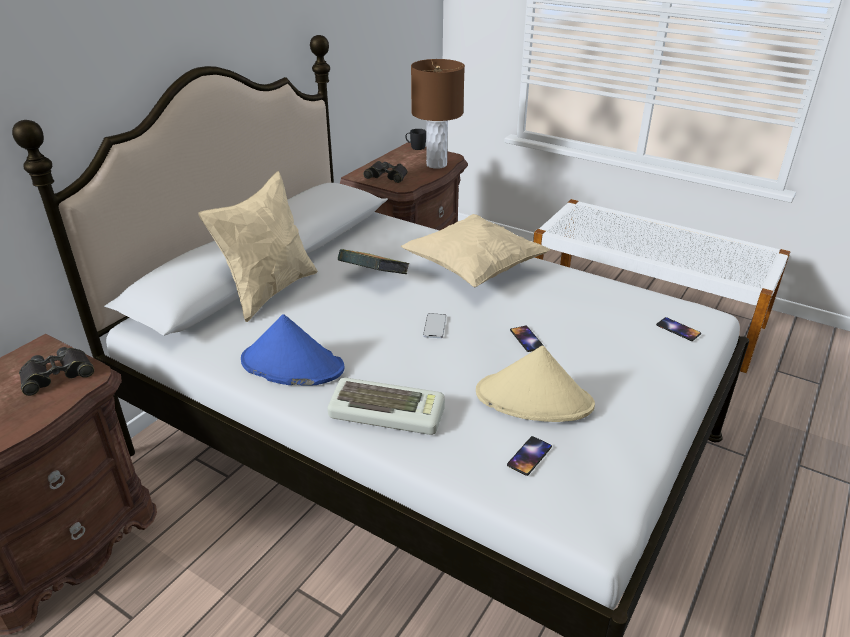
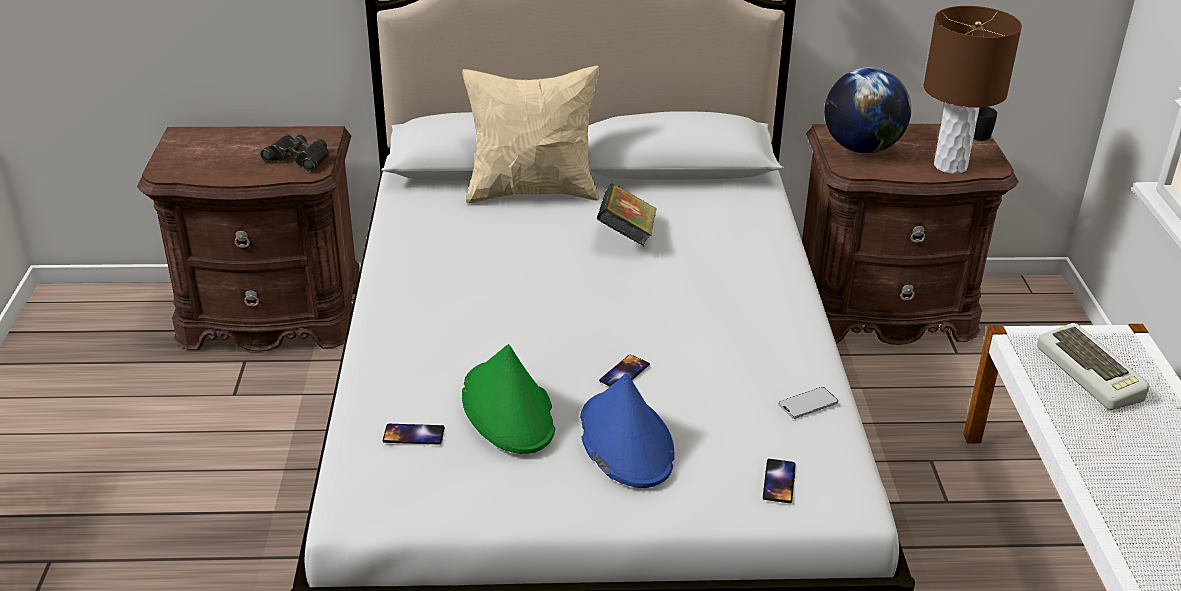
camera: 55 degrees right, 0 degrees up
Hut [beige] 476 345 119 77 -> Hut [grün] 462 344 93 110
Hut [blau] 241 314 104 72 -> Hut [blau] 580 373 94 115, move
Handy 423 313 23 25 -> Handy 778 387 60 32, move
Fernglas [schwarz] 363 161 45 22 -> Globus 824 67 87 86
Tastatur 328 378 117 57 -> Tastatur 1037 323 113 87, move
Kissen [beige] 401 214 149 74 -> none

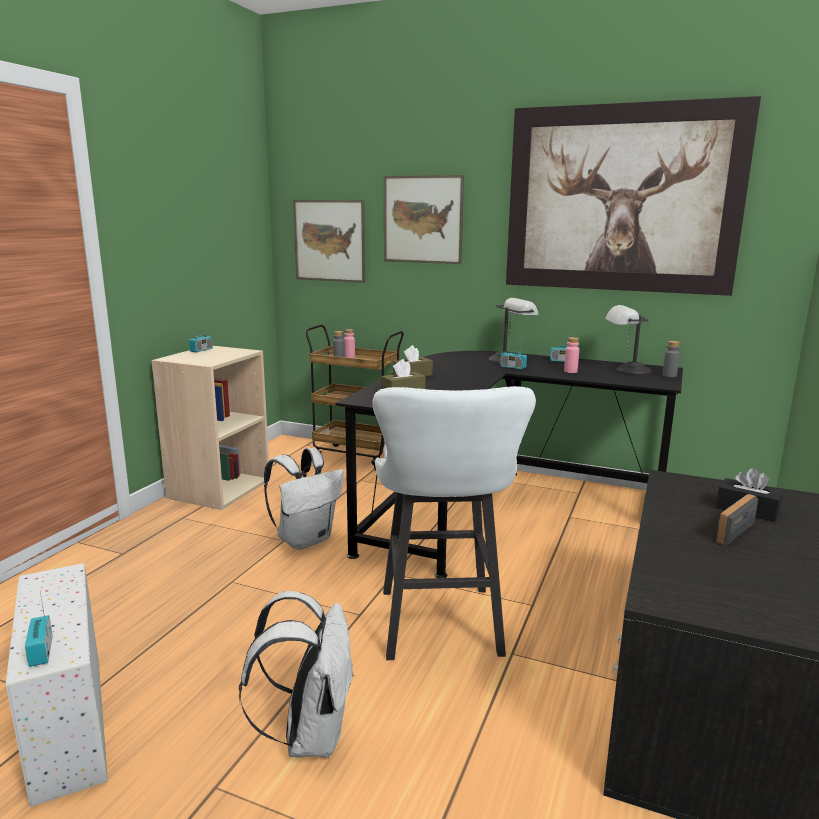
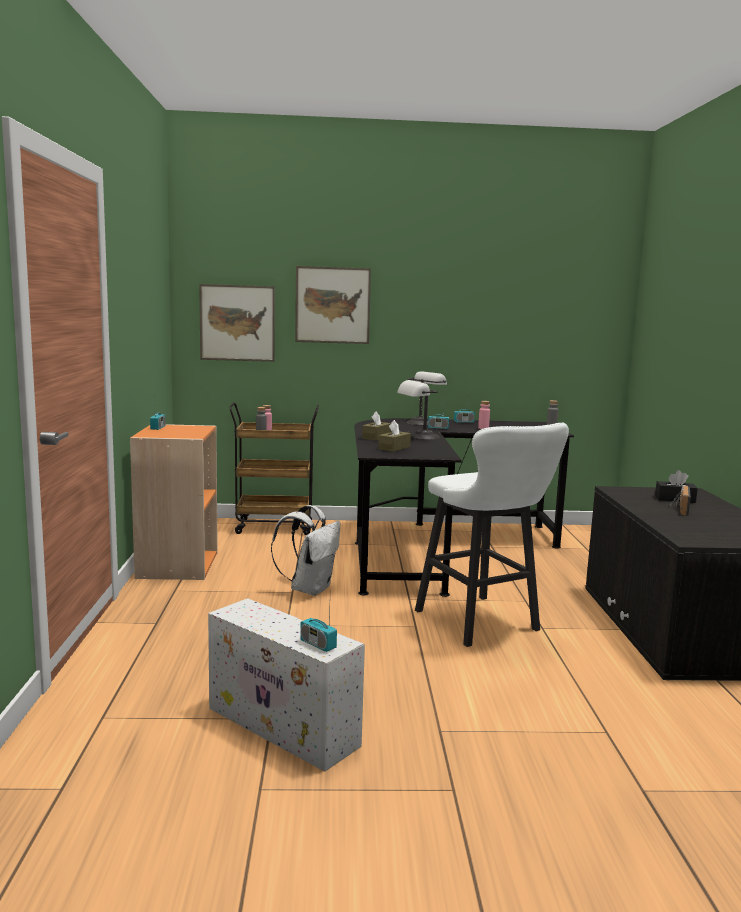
camera: 25 degrees left, 5 degrees down
Bücherregal [beige] 152 346 118 164 -> Bücherregal [orange] 130 424 88 156
Tischlampe 605 305 46 69 -> Tischlampe 397 380 42 60, move
Rucksack [weiß] 239 591 116 166 -> none
Bild 506 96 255 200 -> none

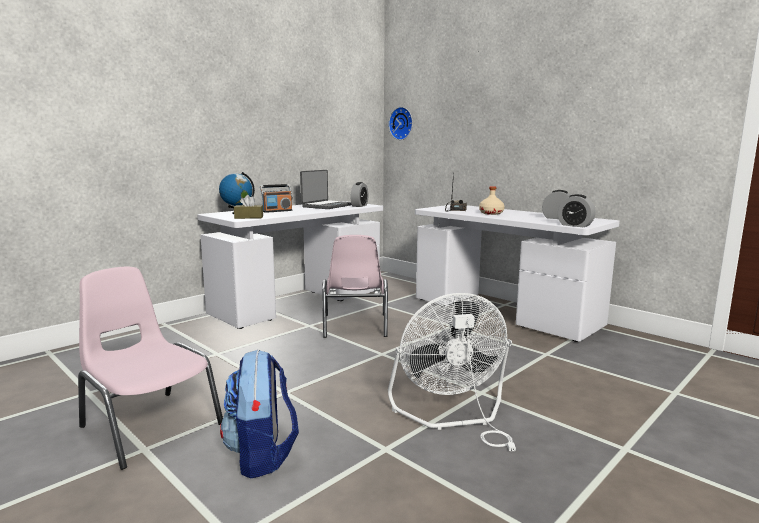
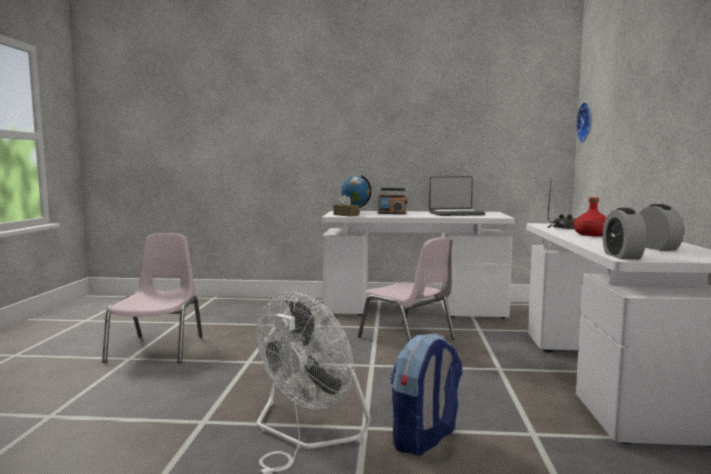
camera: 50 degrees right, 5 degrees down
Stuhl [rosa] 322 235 66 103 -> Stuhl [rosa] 358 237 98 105, 90 degrees counterclockwise
Rucksack 220 349 79 130 -> Rucksack 390 333 73 122, move
Flasche [beige] 479 186 26 29 -> Flasche [rot] 574 197 32 39
Wecker 351 182 17 25 -> none

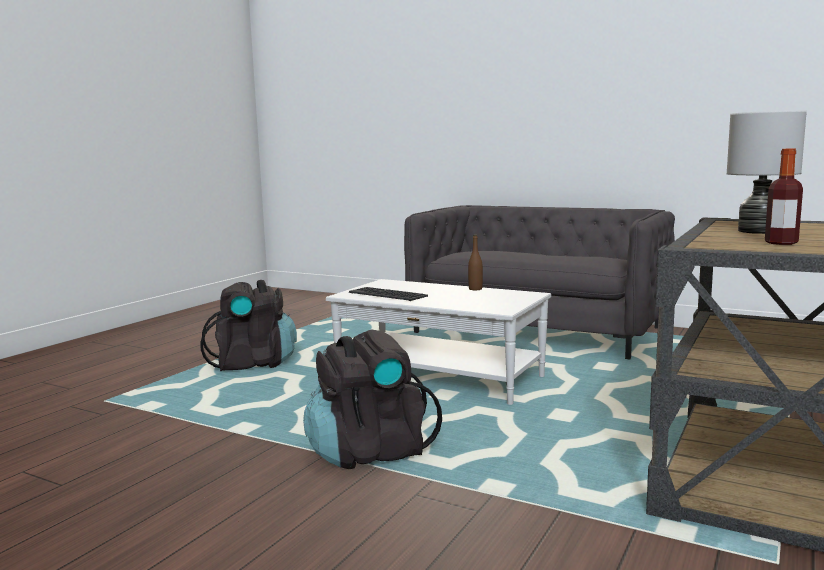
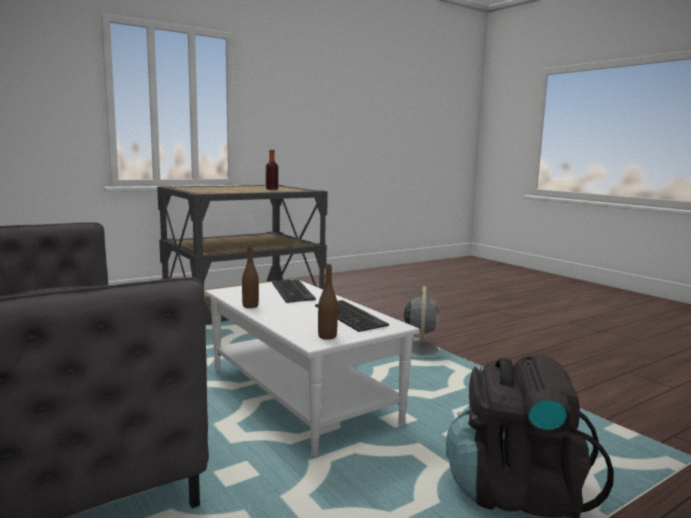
camera: 155 degrees left, 0 degrees up
none -> Tastatur 272 279 44 24
none -> Flasche [braun] 318 264 20 76
Rucksack [schwarz] 303 329 139 140 -> Ventilator [grau] 404 286 44 73
Tischlampe [grau] 727 110 80 124 -> none

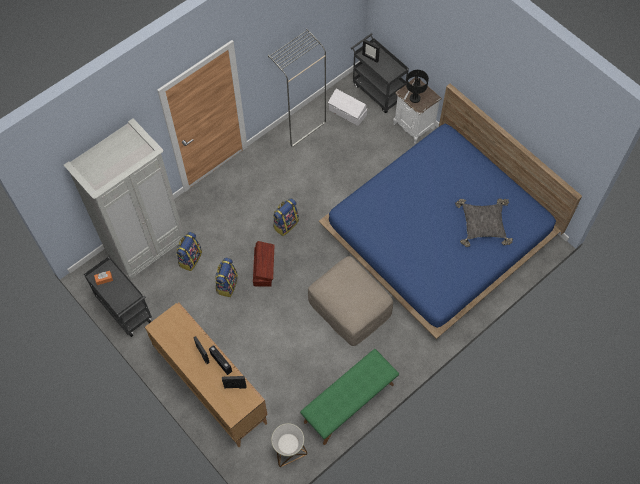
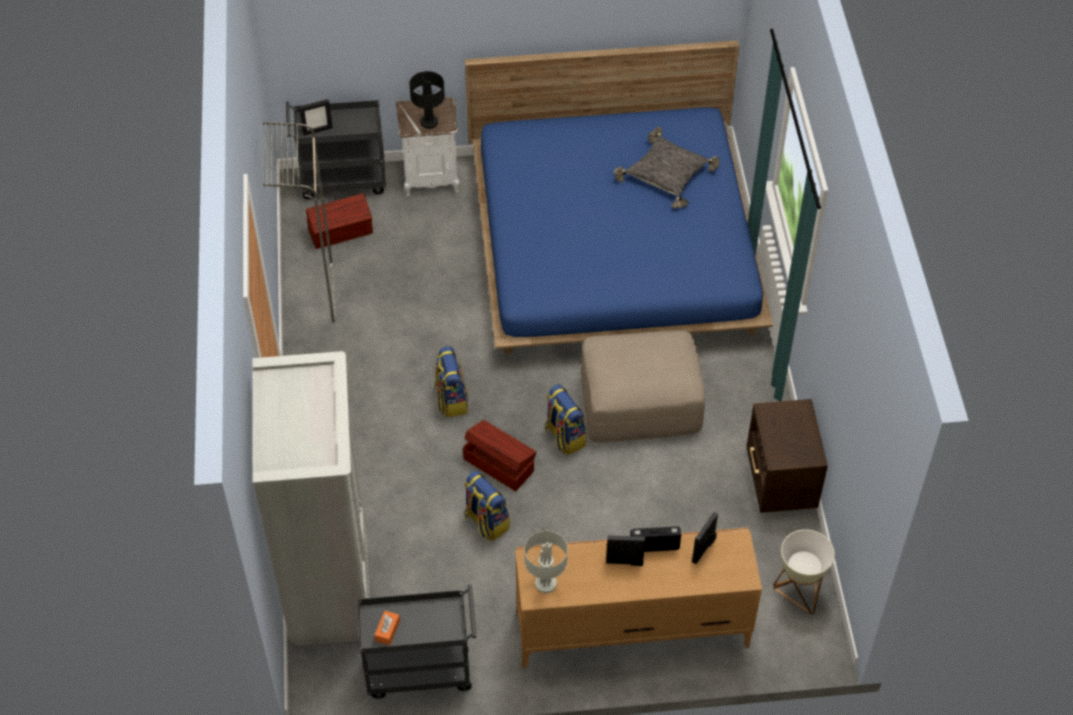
camera: 55 degrees left, 10 degrees down
Aufbewahrungsbox [weiß] 328 89 39 37 -> Aufbewahrungsbox [braun] 306 193 67 56
none -> Tischlampe [grau] 524 531 44 62
Rucksack 176 232 26 39 -> Rucksack 544 384 42 71, move
Bank [grün] 300 349 99 96 -> Nachttisch [braun] 746 399 82 114

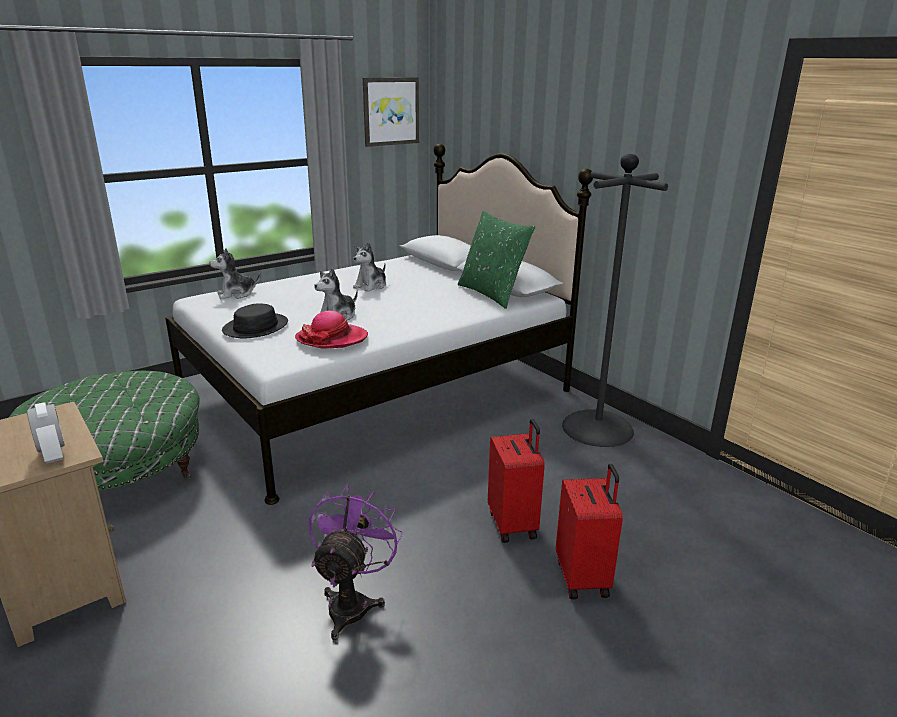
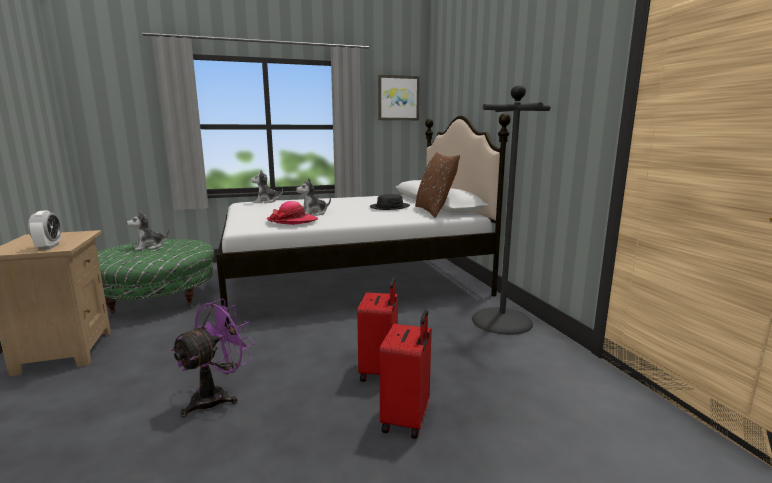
camera: 20 degrees right, 10 degrees down
Plüschtier 353 242 33 50 -> Plüschtier 126 210 43 41, move
Hut [schwarz] 222 303 66 35 -> Hut [schwarz] 370 194 40 16, move
Kissen [grün] 458 211 77 98 -> Kissen [braun] 415 152 45 66

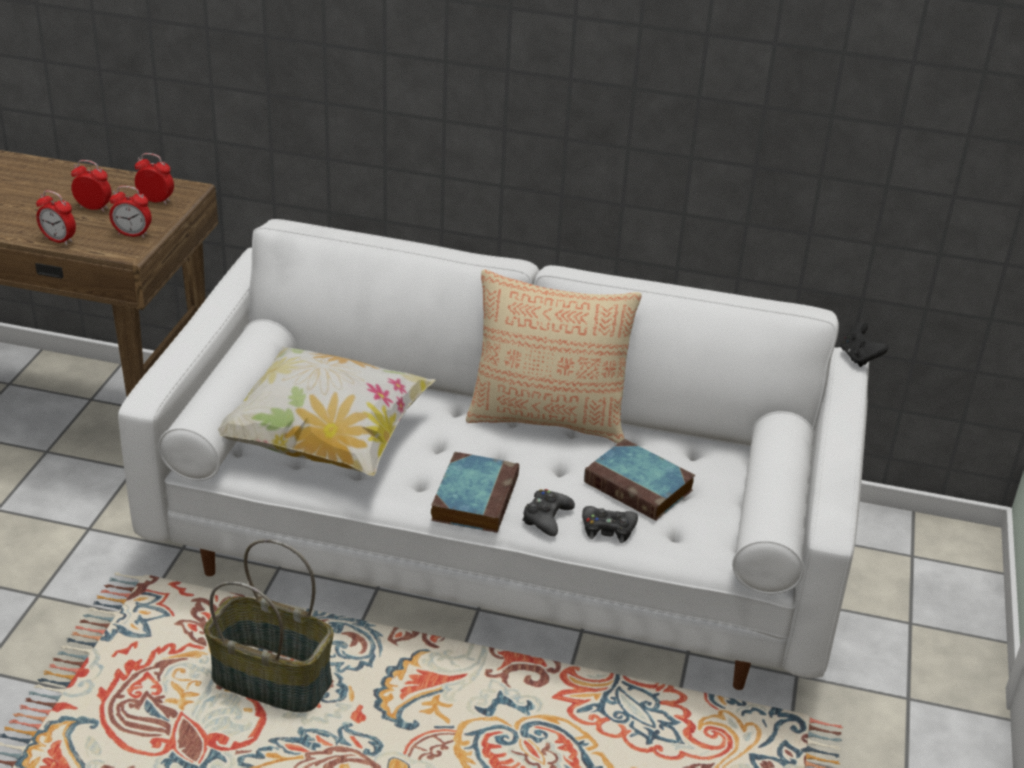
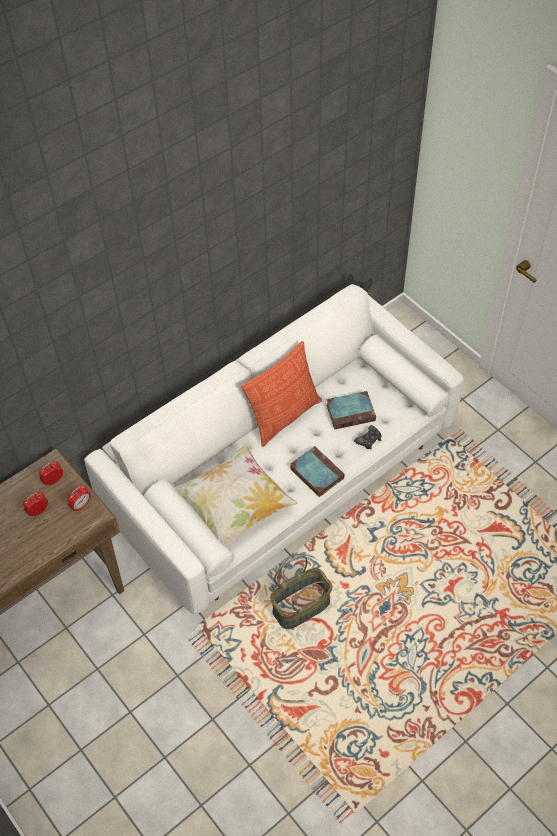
camera: 50 degrees left, 20 degrees up
Kissen [beige] 466 270 176 174 -> Kissen [orange] 241 341 81 106
Wecker 36 190 40 55 -> none
Gamepad [schwarz] 522 489 53 47 -> none

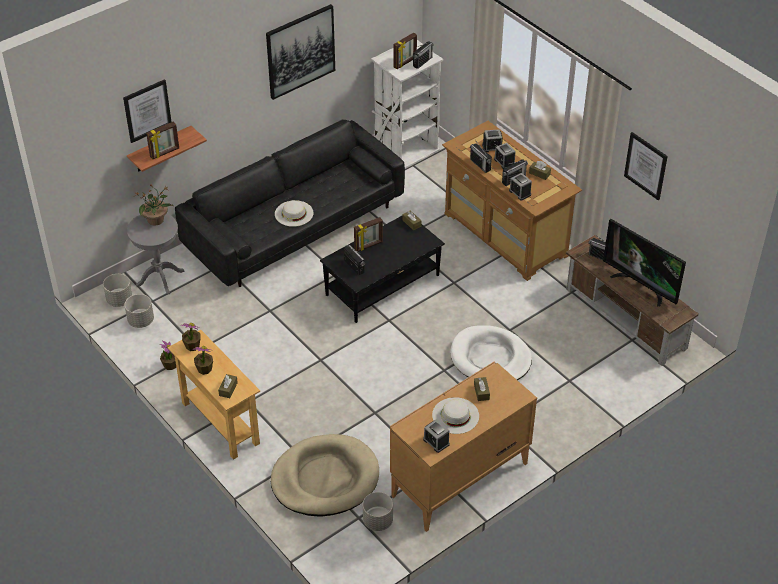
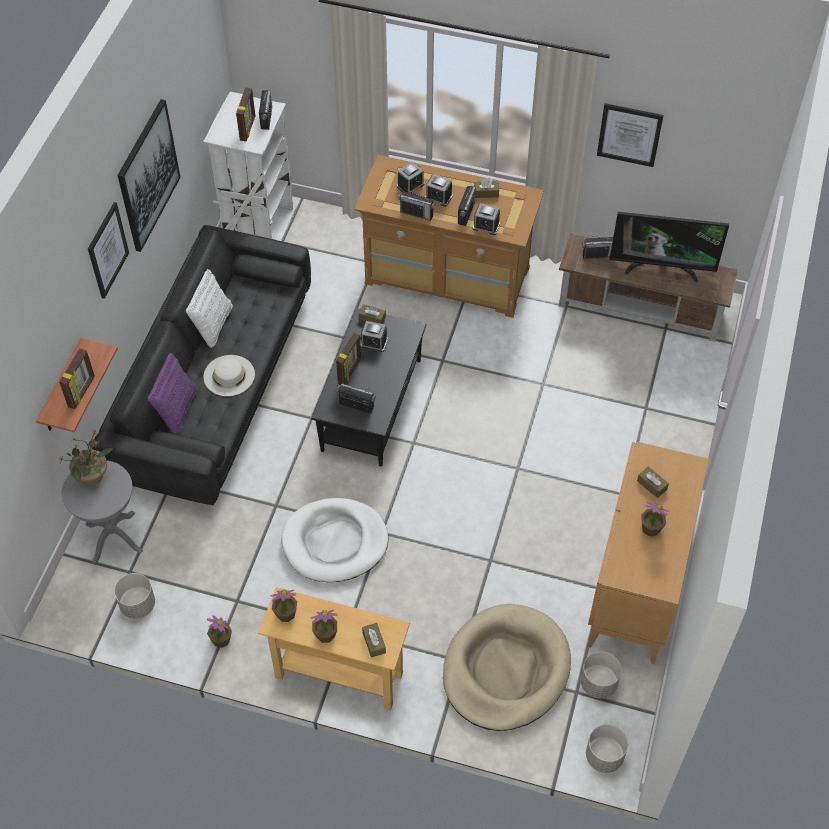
camera: 35 degrees left, 10 degrees up
Bild 123 79 48 64 -> Bild 88 202 41 97, move
none -> Kissen [lila] 148 353 50 81
none -> Kissen [weiß] 186 269 47 79
Hundebett [weiß] 451 325 81 55 -> Hundebett [weiß] 281 498 107 84, move
Wecker 423 419 27 34 -> Wecker 360 321 28 31, move
Pflanzkübel [grau] 103 274 29 33 -> Pflanzkübel [grau] 586 724 42 49, move
Hut [weiß] 432 397 47 37 -> Topfpflanze 641 502 28 34

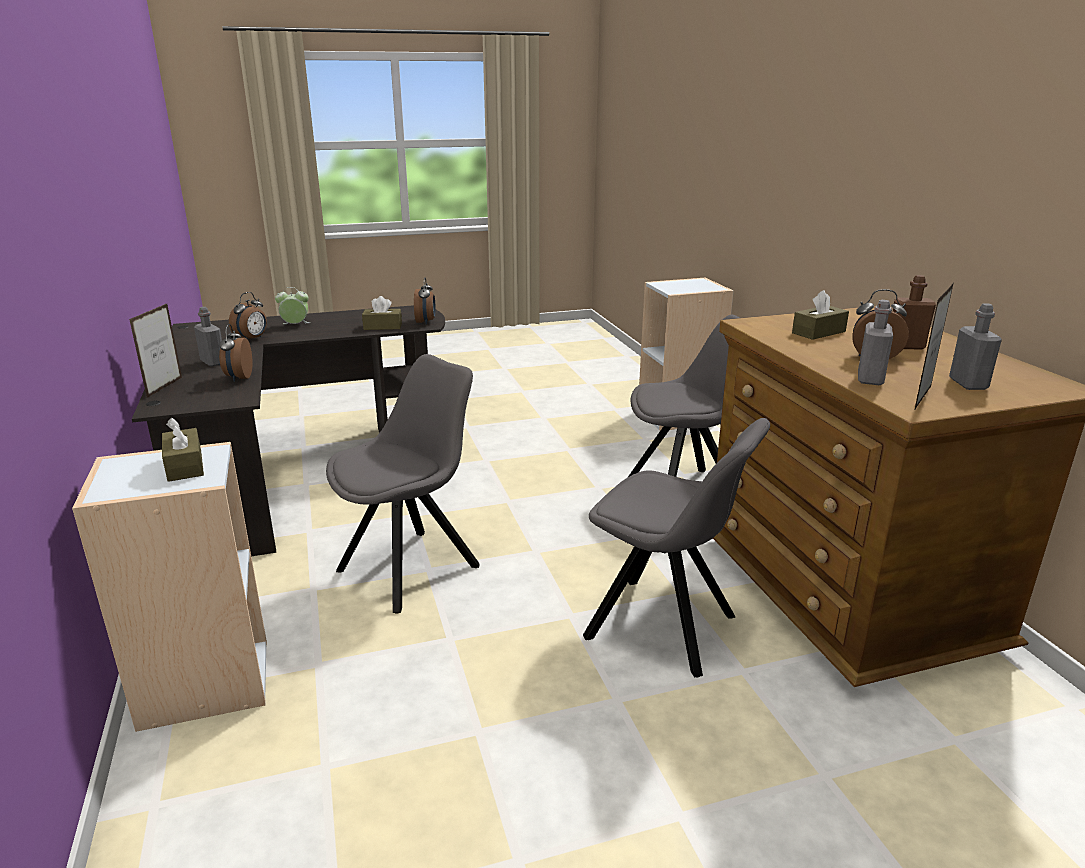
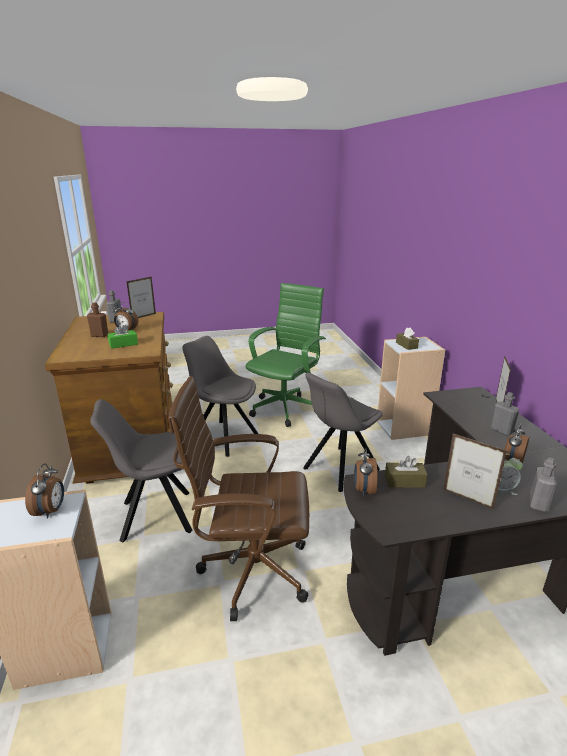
camera: 175 degrees left, 0 degrees up
Wecker 219 324 34 58 -> Wecker 25 463 39 55, move
Taschentuchbox [braun] 792 290 57 50 -> Taschentuchbox [grün] 107 323 31 26
none -> Bürostuhl [braun] 168 376 141 245
none -> Bürostuhl [grün] 245 283 81 144
none -> Bilderrahmen 443 433 64 77
Flasche [grau] 858 300 35 85 -> Flasche [grau] 530 457 26 55, move

